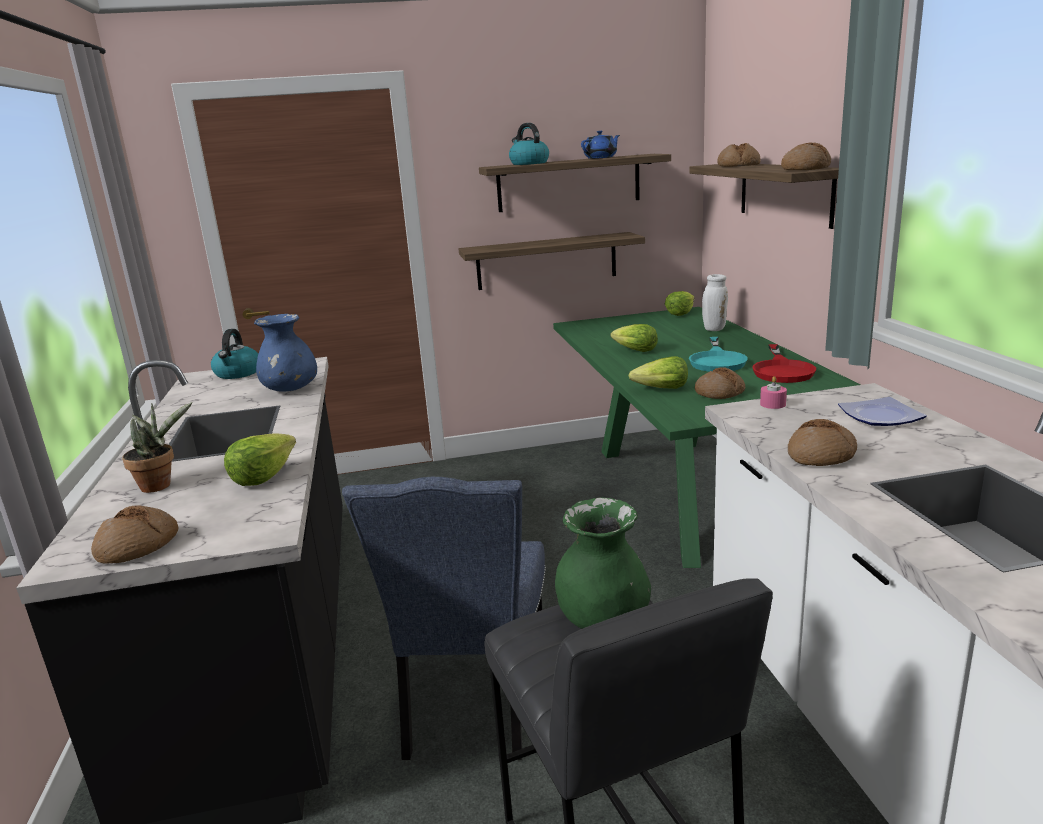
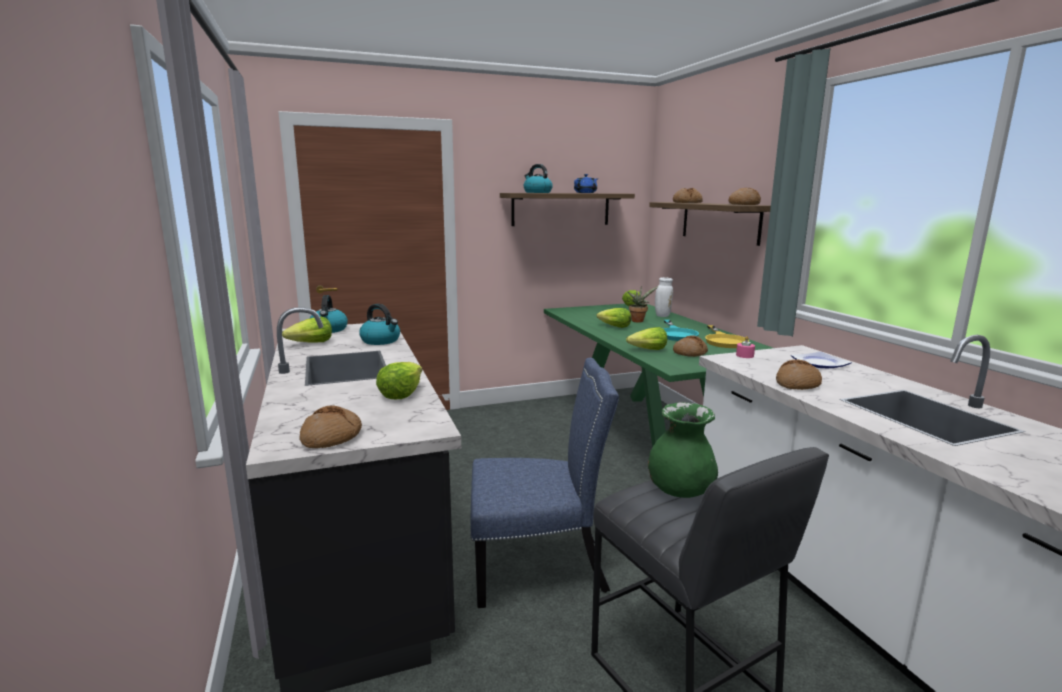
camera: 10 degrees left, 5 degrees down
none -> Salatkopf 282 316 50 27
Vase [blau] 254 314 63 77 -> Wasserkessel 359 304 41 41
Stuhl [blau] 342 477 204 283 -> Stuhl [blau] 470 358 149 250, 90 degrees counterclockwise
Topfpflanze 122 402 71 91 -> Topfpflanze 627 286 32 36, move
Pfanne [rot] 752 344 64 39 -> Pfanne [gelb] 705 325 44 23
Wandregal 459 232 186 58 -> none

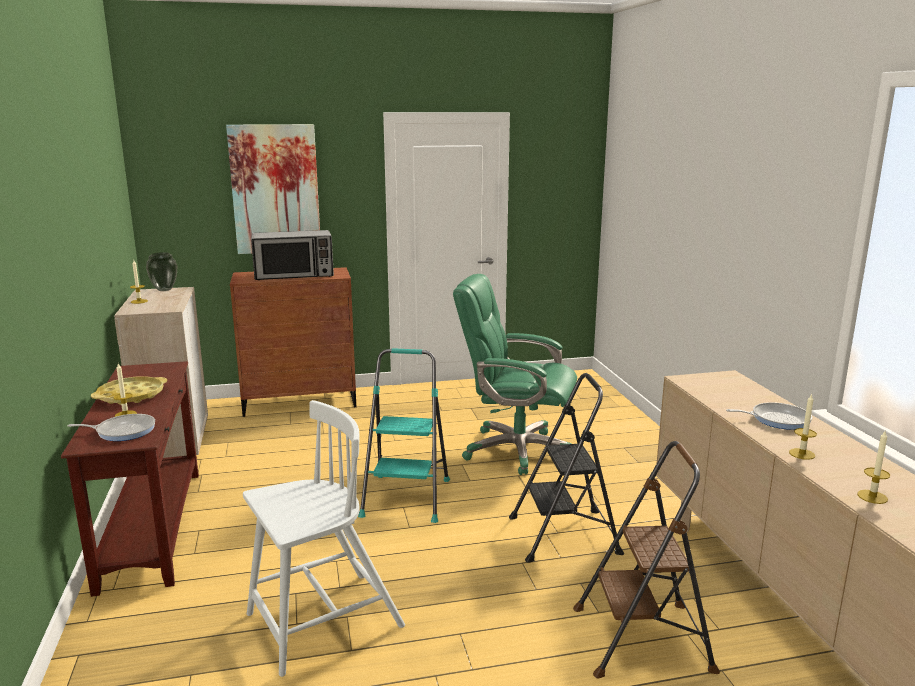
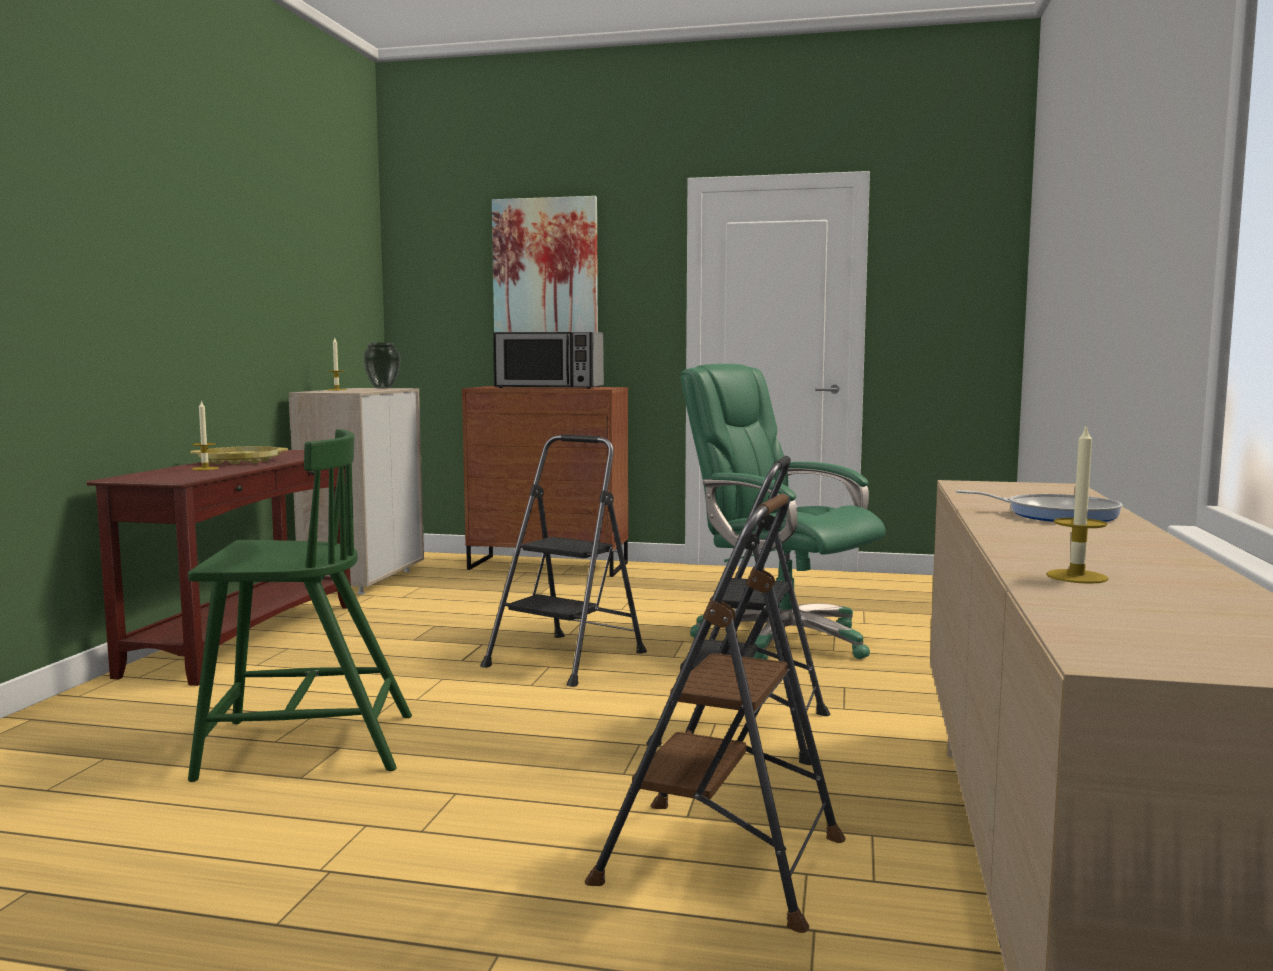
camera: 25 degrees right, 10 degrees down
Stuhl [weiß] 243 400 162 277 -> Stuhl [grün] 188 429 224 353
Trittleiter [türkis] 358 348 92 175 -> Trittleiter [schwarz] 480 434 167 253
Pfanne 68 414 87 27 -> none
Kerze 789 393 28 67 -> none

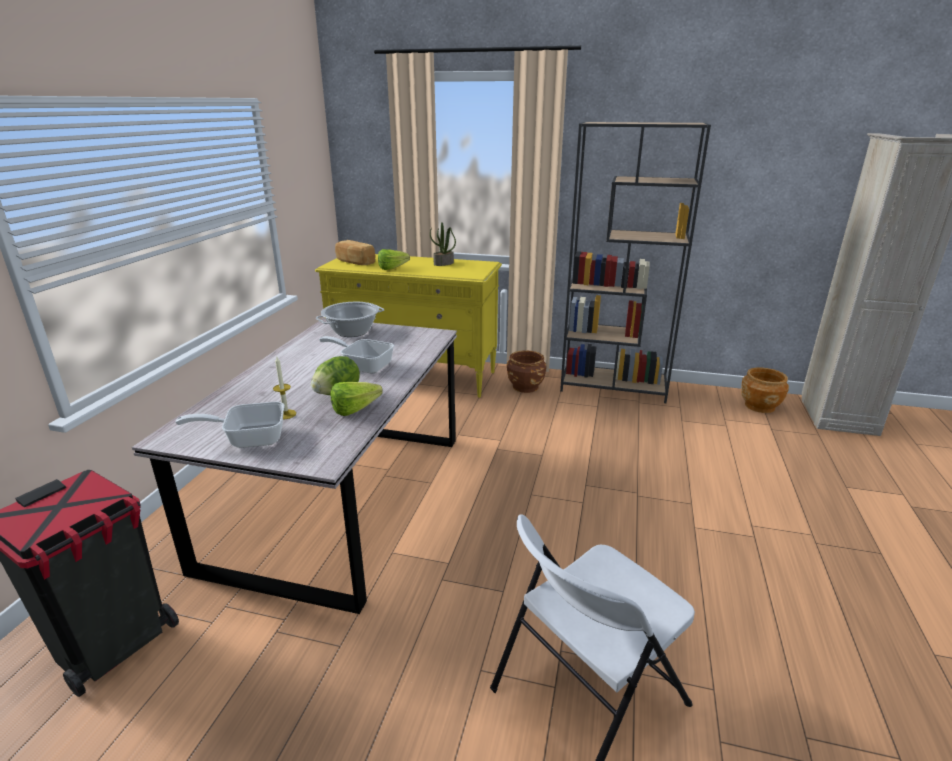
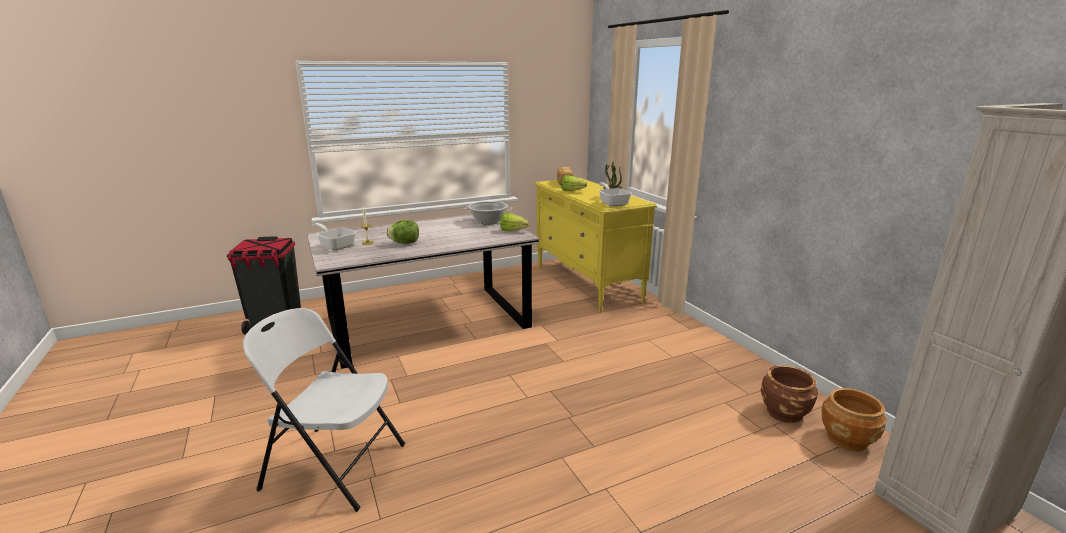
camera: 50 degrees right, 5 degrees down
Salatkopf 331 382 52 34 -> Salatkopf 500 213 29 18, move
Pfanne 319 336 75 37 -> Pfanne 599 182 33 24, move
Pflanzkübel [braun] 507 350 39 43 -> Pflanzkübel [braun] 761 365 57 58, move
Bücherregal 560 122 151 281 -> none

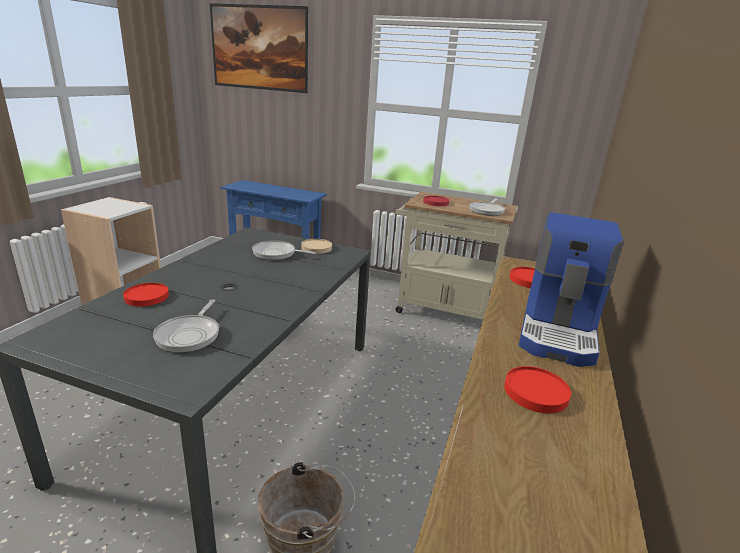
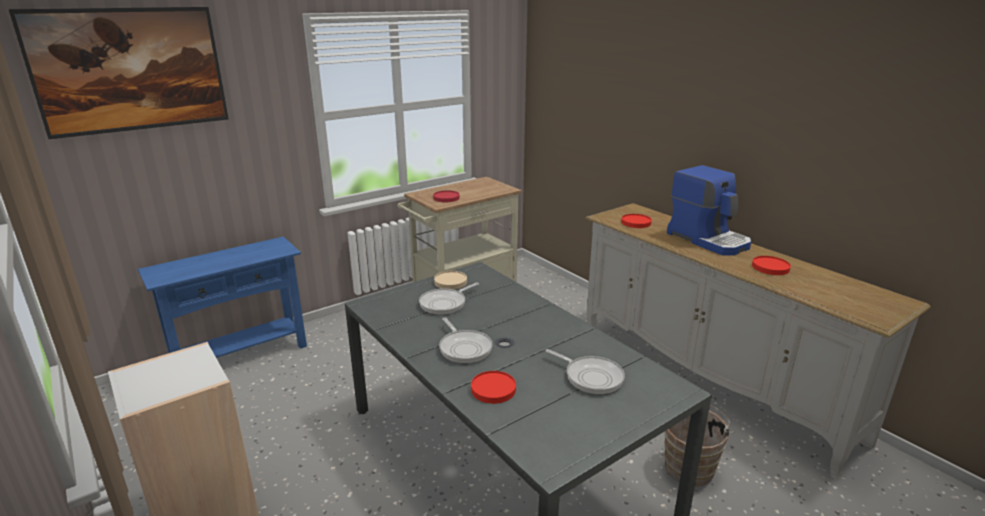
camera: 55 degrees left, 0 degrees up
Pfanne 469 198 36 18 -> Pfanne 439 317 53 46, move

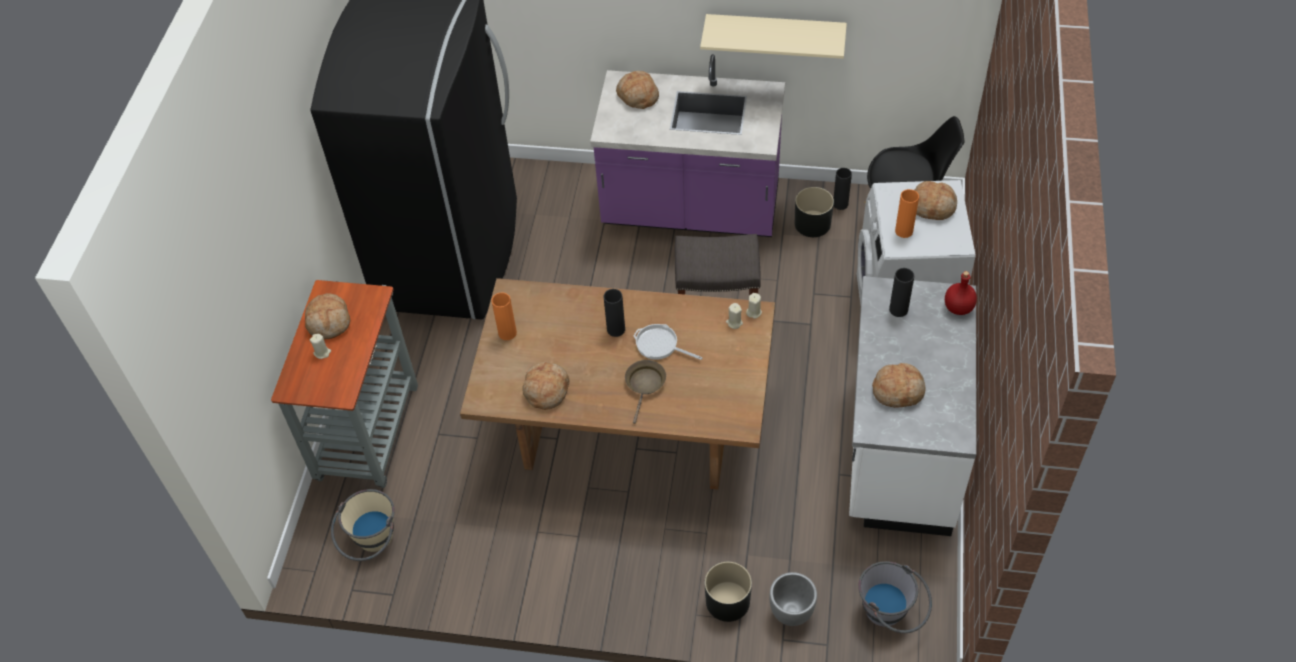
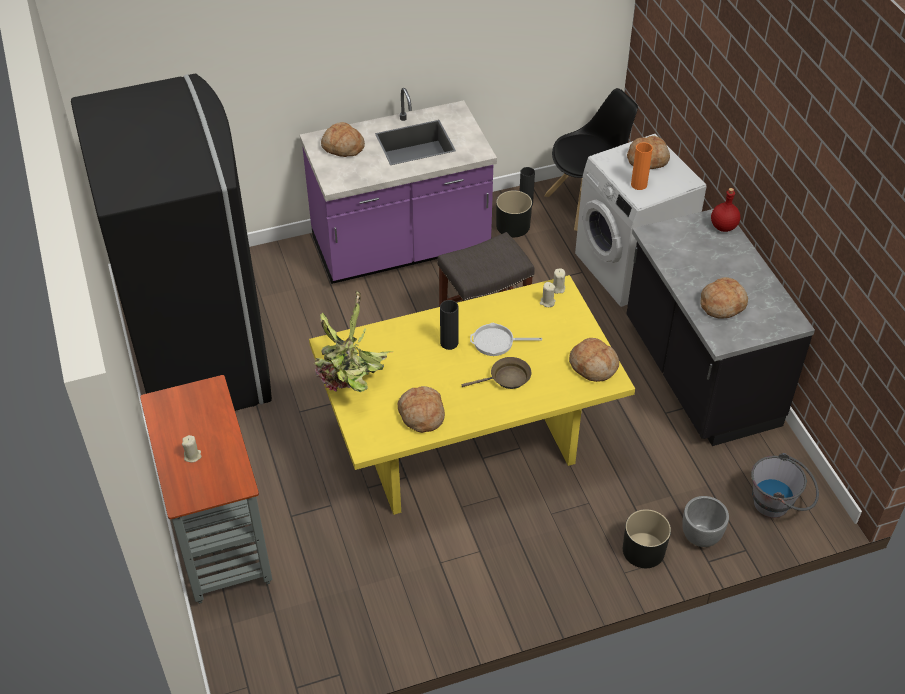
camera: 30 degrees left, 5 degrees down
Esstisch [braun] 460 278 315 211 -> Esstisch [gelb] 309 275 326 240
Vase [orange] 492 292 25 48 -> Topfpflanze 313 290 79 102
Pfanne [braun] 625 360 41 64 -> Pfanne [braun] 461 357 70 32, 90 degrees clockwise
Brot 305 293 45 46 -> Brot 569 338 50 44, move
Küchenzeile [weiß] 849 276 128 260 -> Küchenzeile [schwarz] 626 209 189 237
Eimer [beige] 331 489 64 72 -> none
Wandregal [beige] 700 14 147 45 -> none
Vase [schwarz] 889 268 25 49 -> none

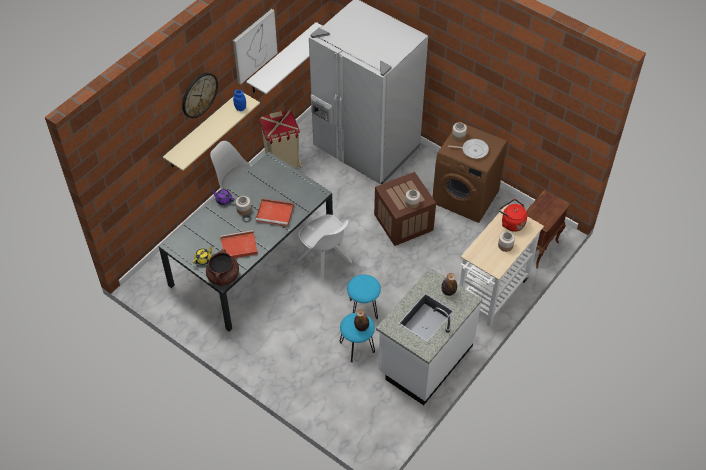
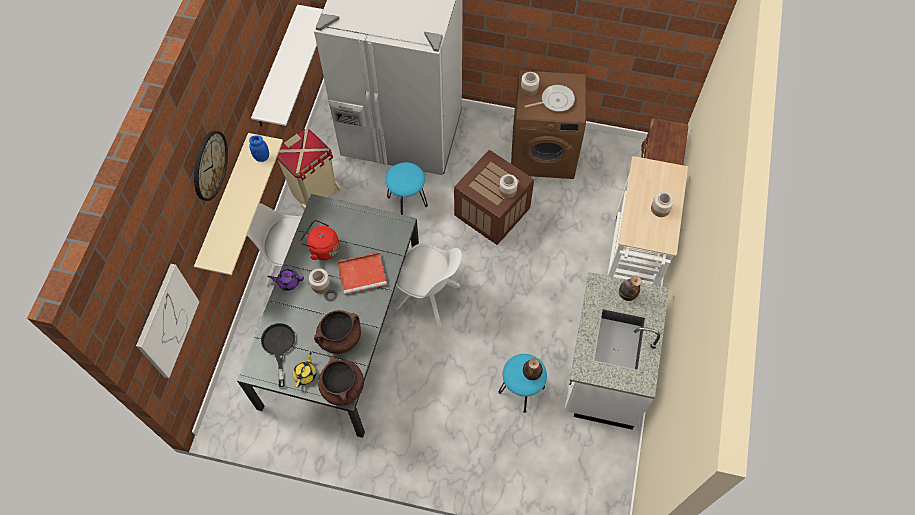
camera: 25 degrees left, 10 degrees up
Bild 233 9 45 76 -> Bild 136 264 64 114, move
none -> Pfanne [schwarz] 261 323 34 64
Wasserkessel [rot] 499 199 28 33 -> Wasserkessel [rot] 300 220 39 40, move
Tablett [rot] 220 230 38 28 -> Kochtopf [braun] 314 310 47 44
Hocker [türkis] 347 275 34 44 -> Hocker [türkis] 385 162 43 53, move

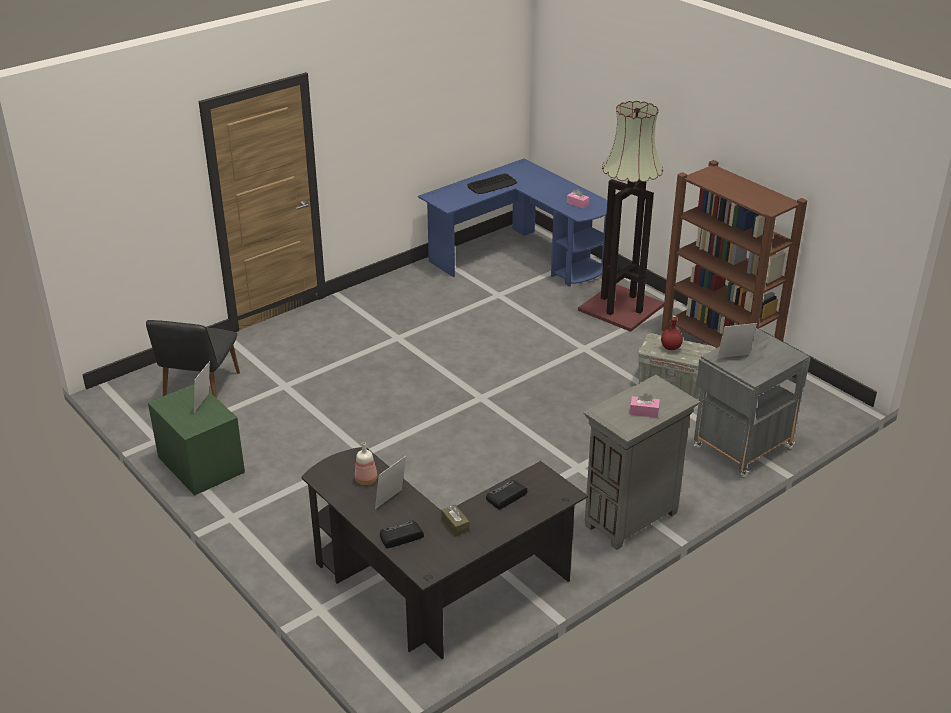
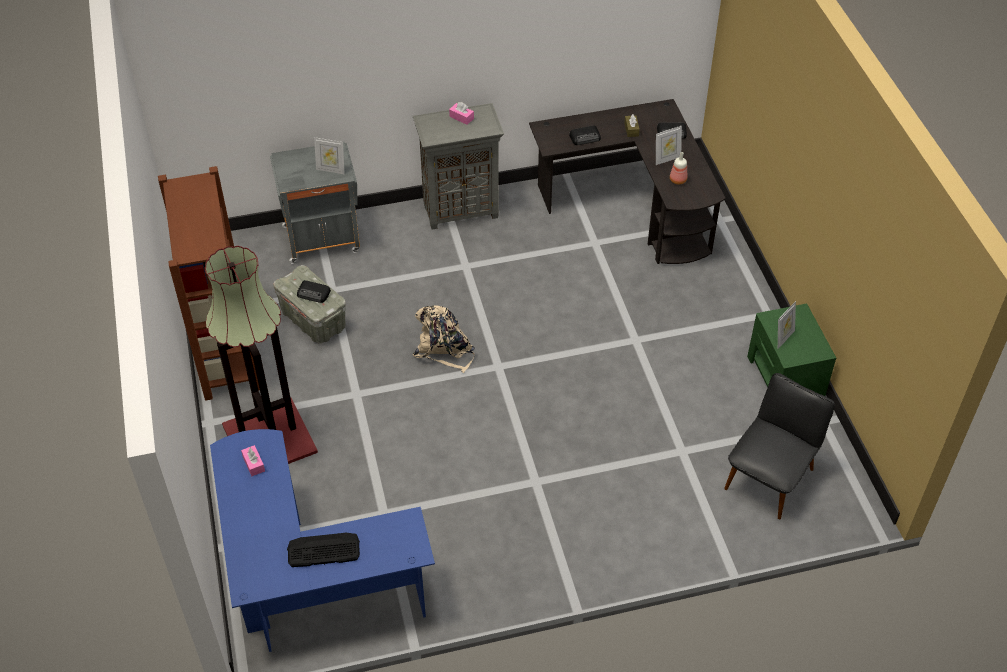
camera: 155 degrees left, 15 degrees up
Flasche [rot] 661 315 22 35 -> Radio 297 280 34 23
none -> Rucksack [beige] 413 306 62 67

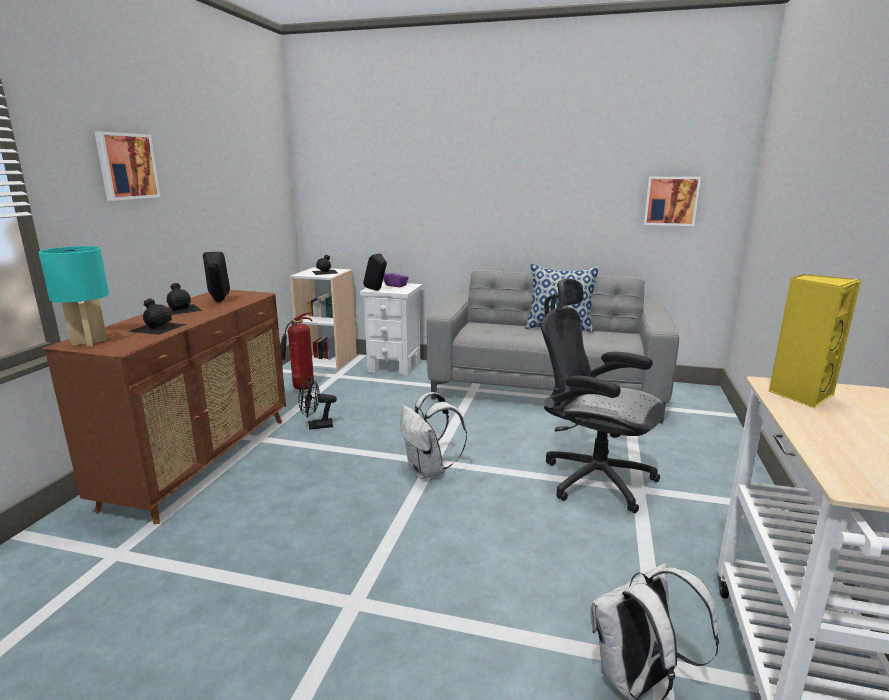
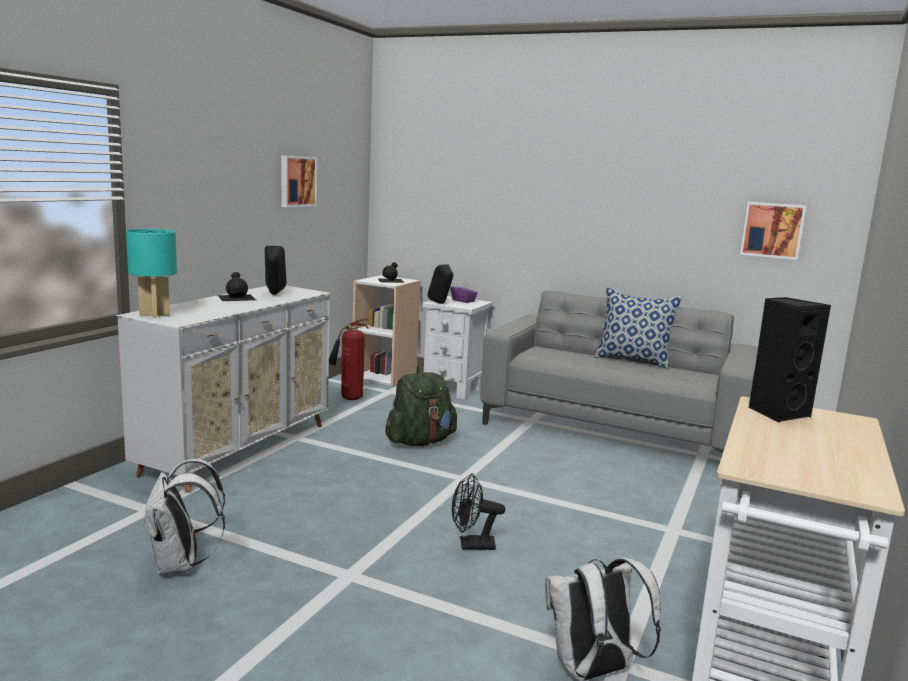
camera: 10 degrees right, 5 degrees down
Schrank [braun] 41 290 245 234 -> Schrank [weiß] 115 286 215 207
Rucksack [weiß] 400 392 67 87 -> Rucksack [weiß] 143 459 82 116, move
Bild 95 131 66 70 -> Bild 281 155 36 52, move
none -> Rucksack [grün] 385 372 72 74
Ventilator [schwarz] 298 377 39 53 -> Ventilator [schwarz] 452 473 53 77, move
Lautsprecher [gelb] 769 274 92 134 -> Lautsprecher [schwarz] 749 297 82 126
Flasche [schwarz] 127 298 60 37 -> none
Bürostuhl 541 279 124 234 -> none

